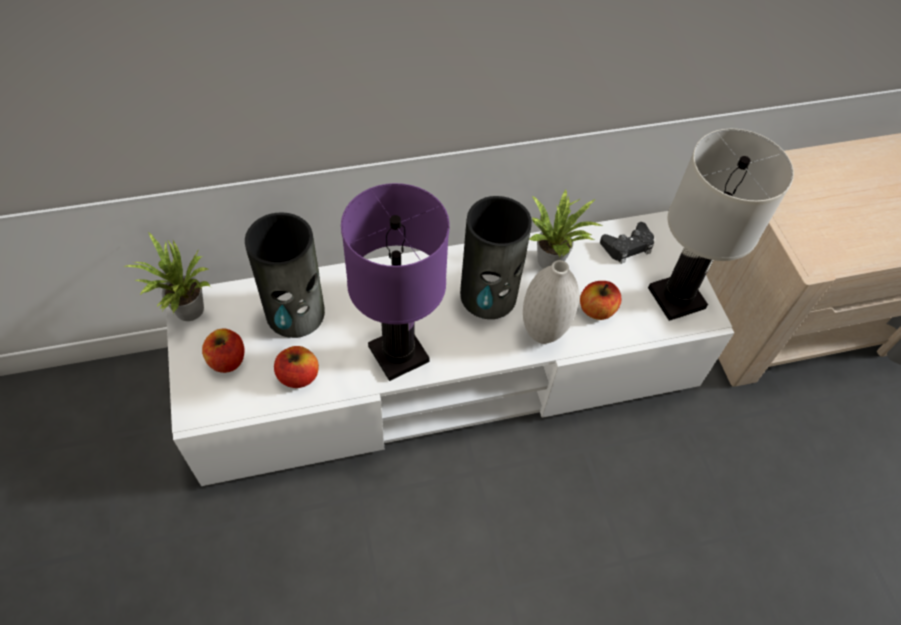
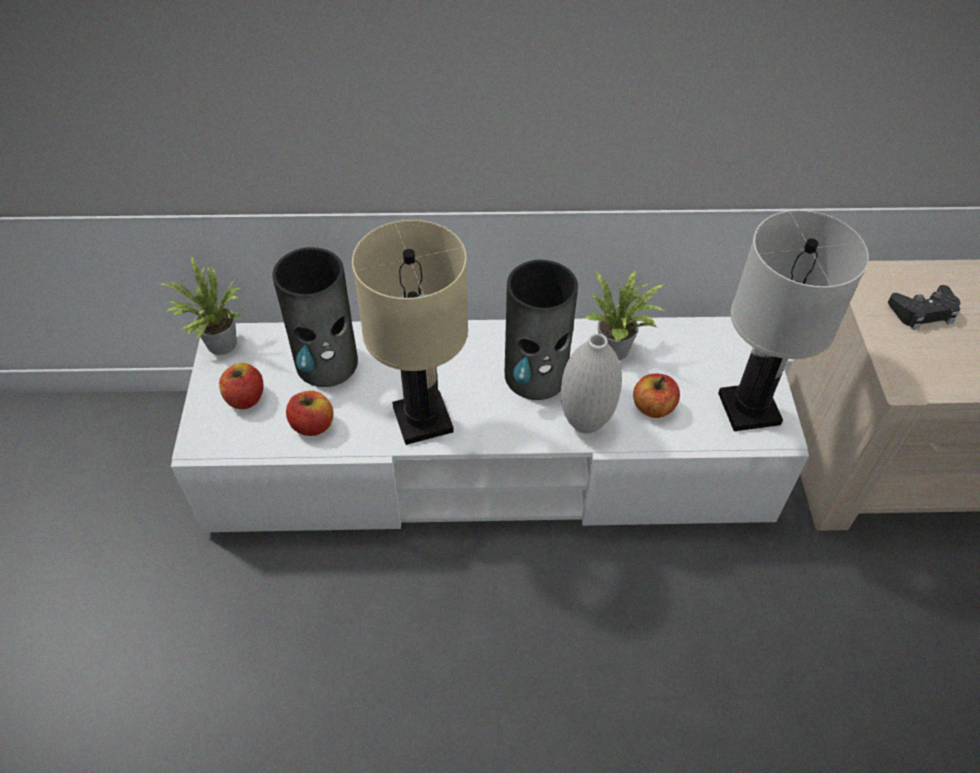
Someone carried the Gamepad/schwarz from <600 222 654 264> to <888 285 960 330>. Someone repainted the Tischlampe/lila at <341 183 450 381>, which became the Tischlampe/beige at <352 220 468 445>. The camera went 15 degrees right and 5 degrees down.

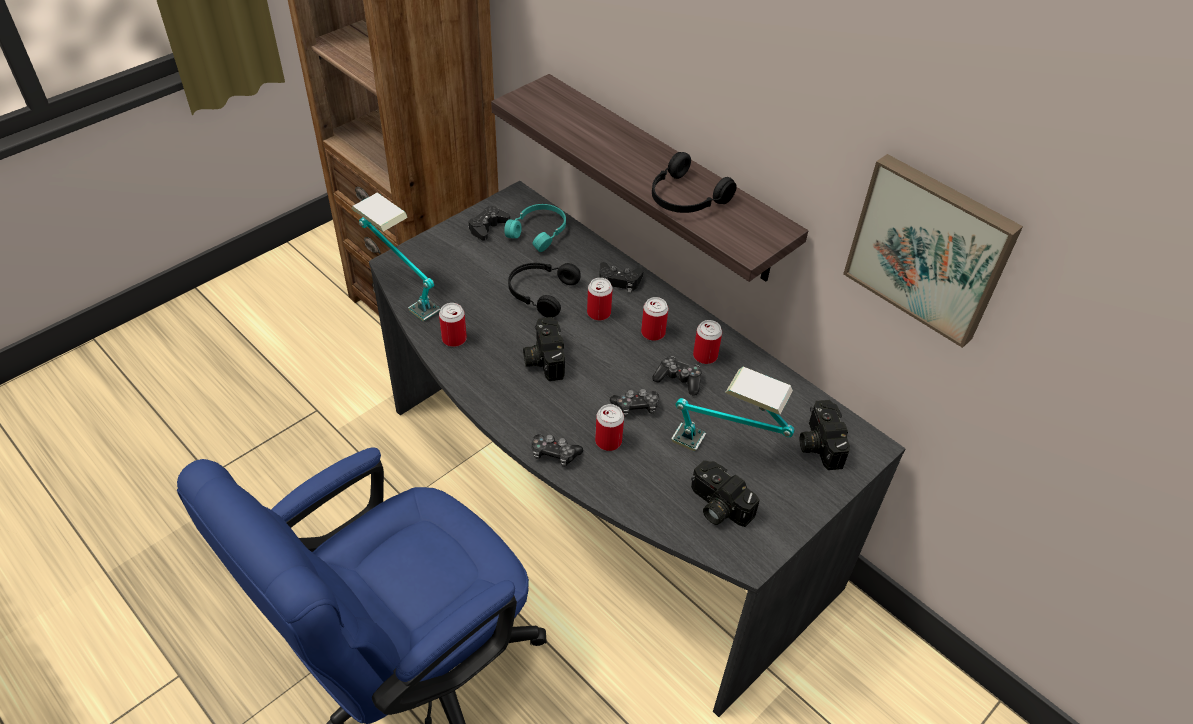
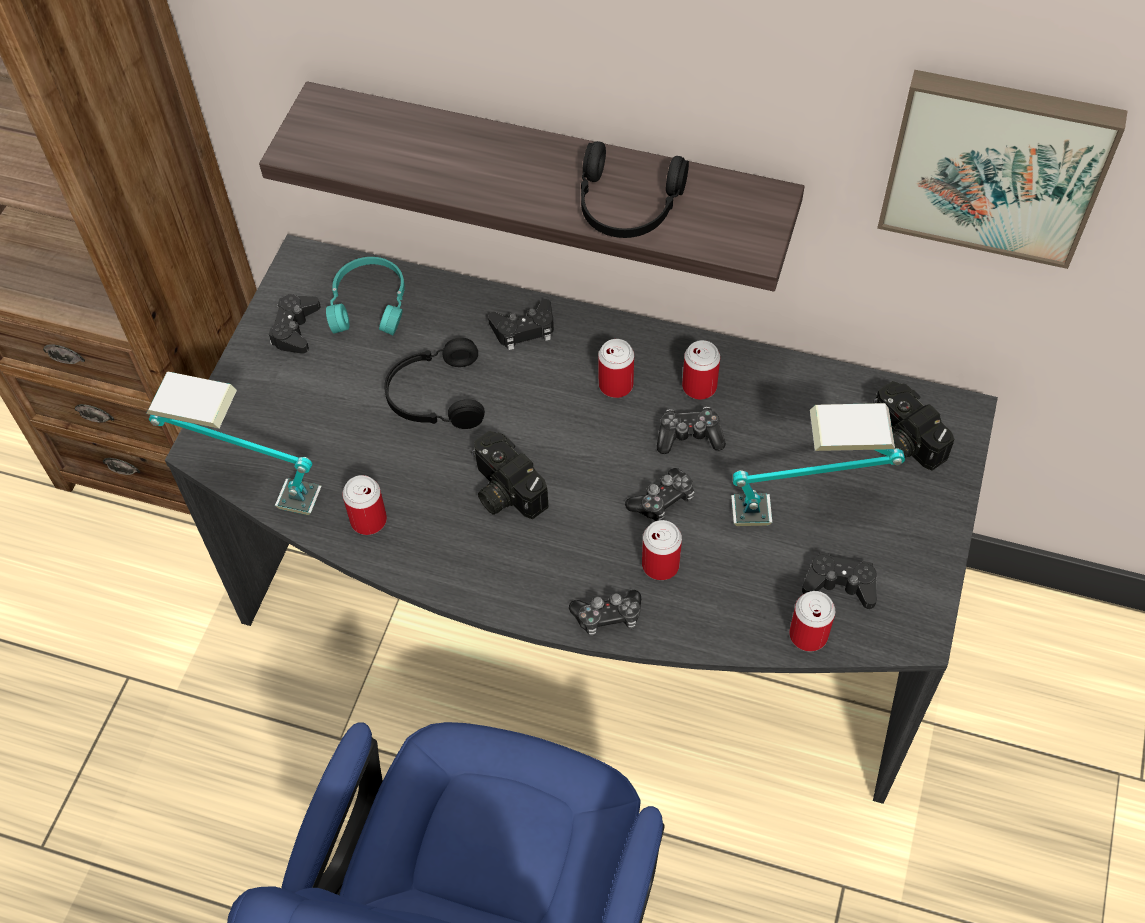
Someone carried the Dose from <587 278 613 321> to <789 591 835 651>. Someone swapped the Kamera at <691 460 759 527> for the Gamepad/schwarz at <802 552 877 609>. The camera went 25 degrees left and 10 degrees up.

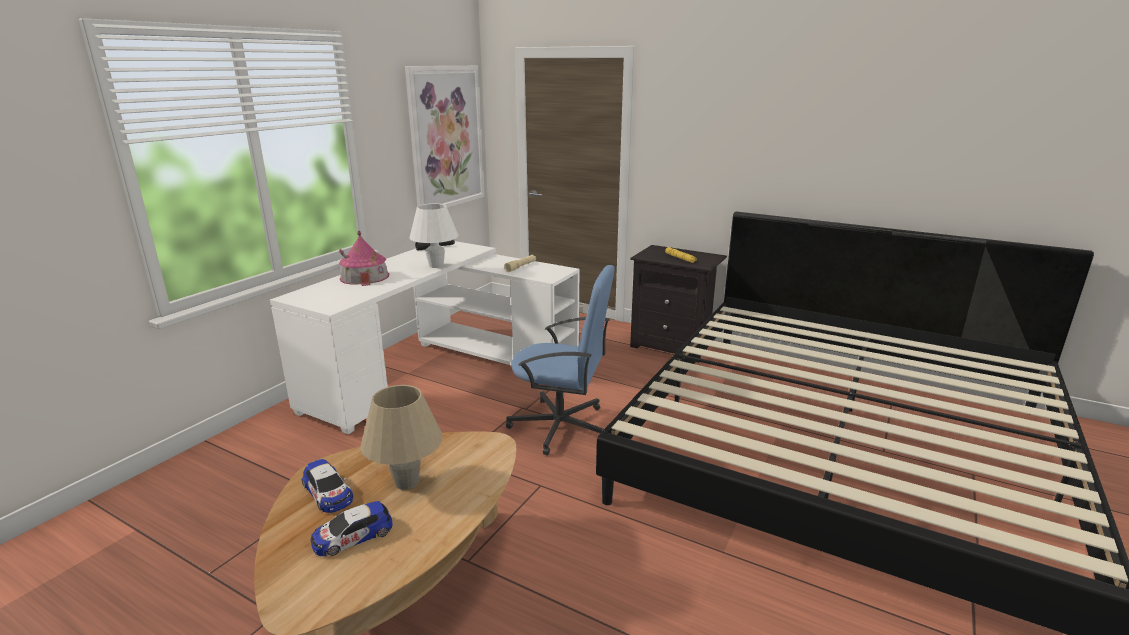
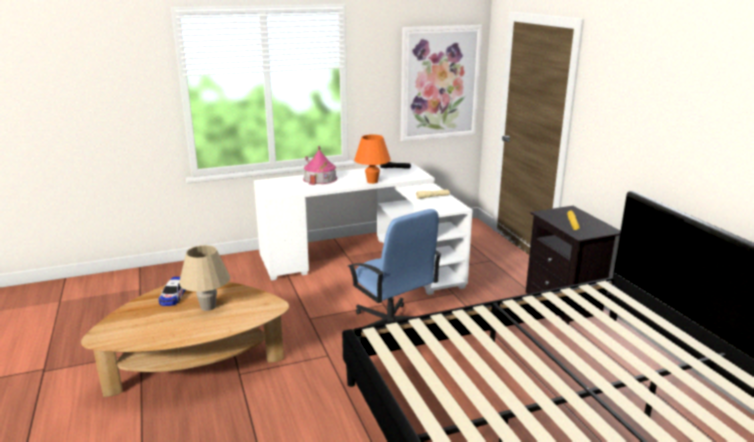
Someone took away the Spielzeugauto at <310 501 393 556>. Someone repainted the Tischlampe/weiß at <409 203 458 268>, which became the Tischlampe/orange at <354 134 391 184>. The camera went 40 degrees right and 0 degrees up.

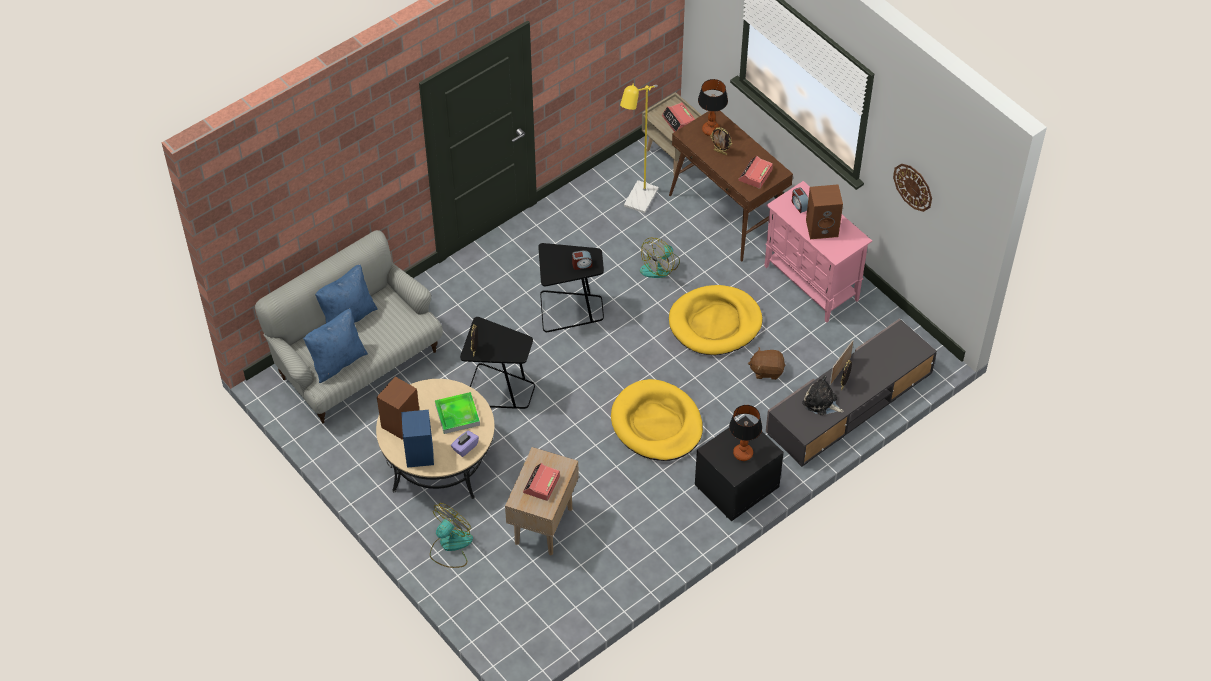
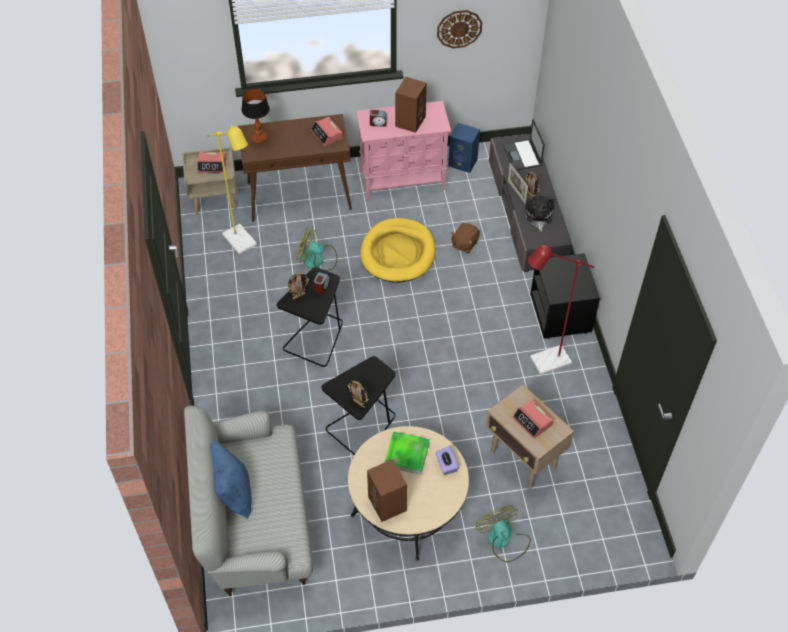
Someone took away the Kissen/blau at <303 309 368 383>. Someone took away the Hundebett/gelb at <611 379 703 461>. Someone took away the Tischlampe at <729 405 762 461>. Someone put down the Laptop at <503 118 545 171>. Someone put down the Stehlampe/rot at <528 245 601 375>. Someone carried the Lautsprecher/blau from <401 410 434 468> to <448 123 480 173>. Someone carried the Bilderrahmen from <710 127 732 155> to <287 272 309 299>. Someone rotated the Ventilator at <640 238 680 278> by 120 degrees clockwise. Someone rotated the Plüschtier at <802 375 844 415> by 120 degrees clockwise. The camera went 60 degrees left and 0 degrees up.

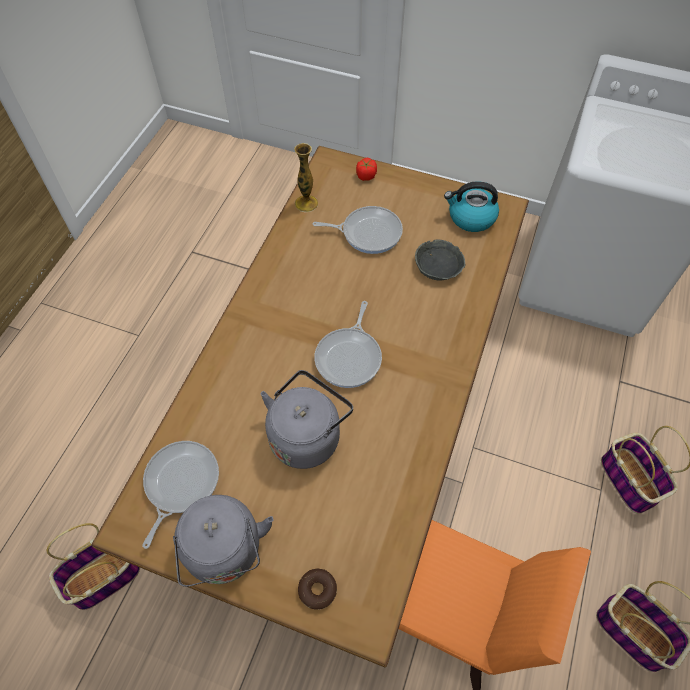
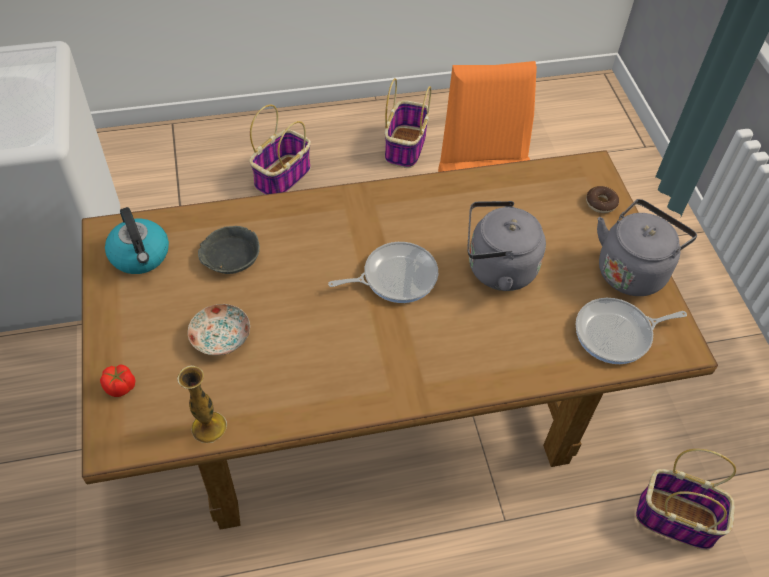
Someone swapped the Pfanne at <313 206 403 254> for the Teller at <188 304 250 355>. The camera went 125 degrees left and 5 degrees down.

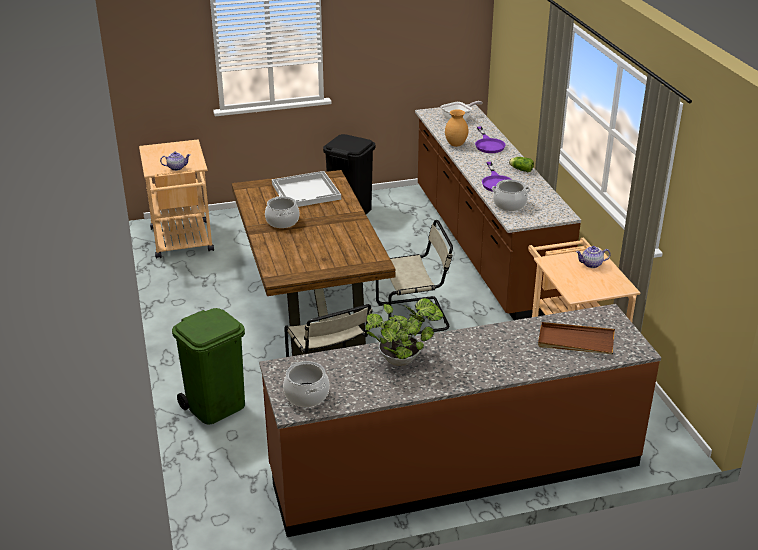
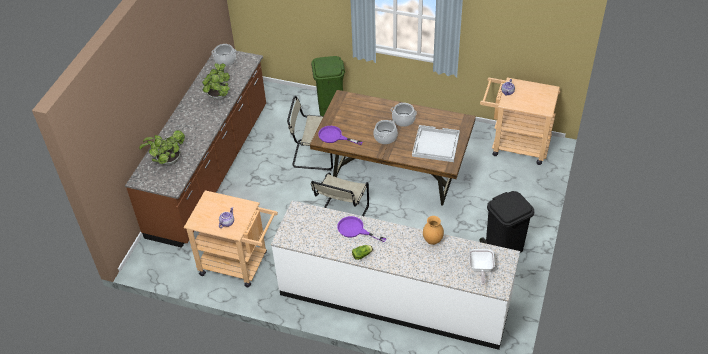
Someone carried the Pfanne/lila from <475 127 506 153> to <318 126 363 145>. Someone carried the Kochtopf from <492 179 530 211> to <373 120 398 144>. Someone swapped the Tablett/braun at <538 322 615 354> for the Topfpflanze at <139 130 185 165>. Someone repainted the Küchenzeile/braun at <415 104 581 320>, which became the Küchenzeile/weiß at <271 201 520 350>. The camera went 125 degrees right and 15 degrees up.

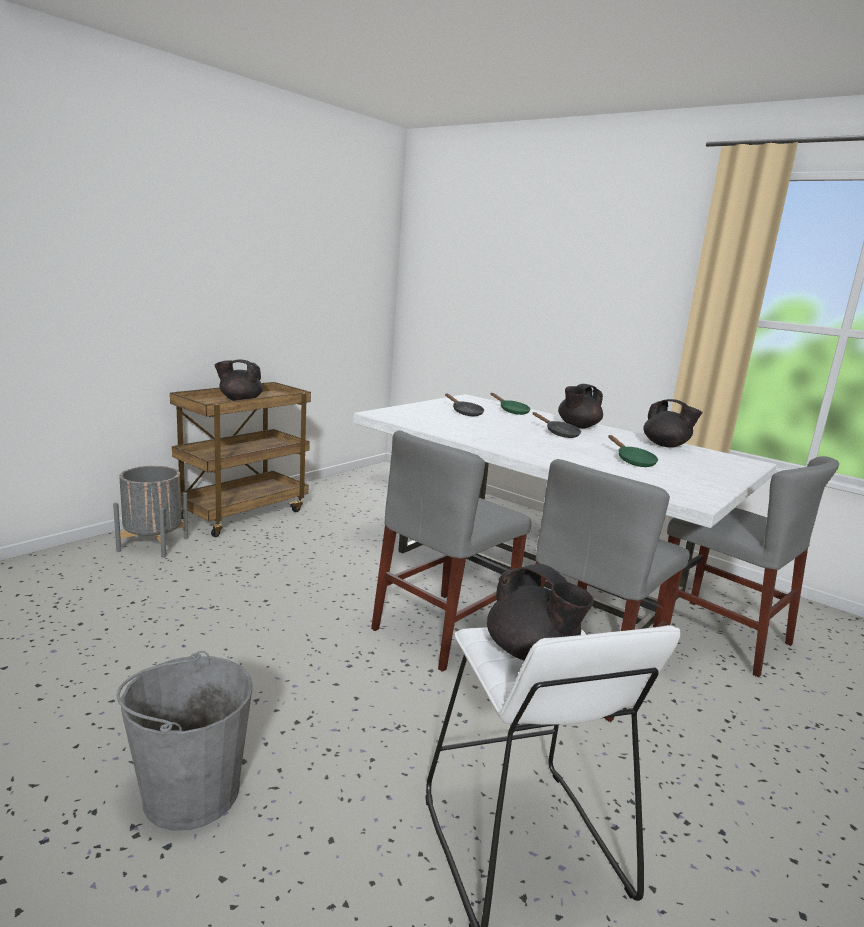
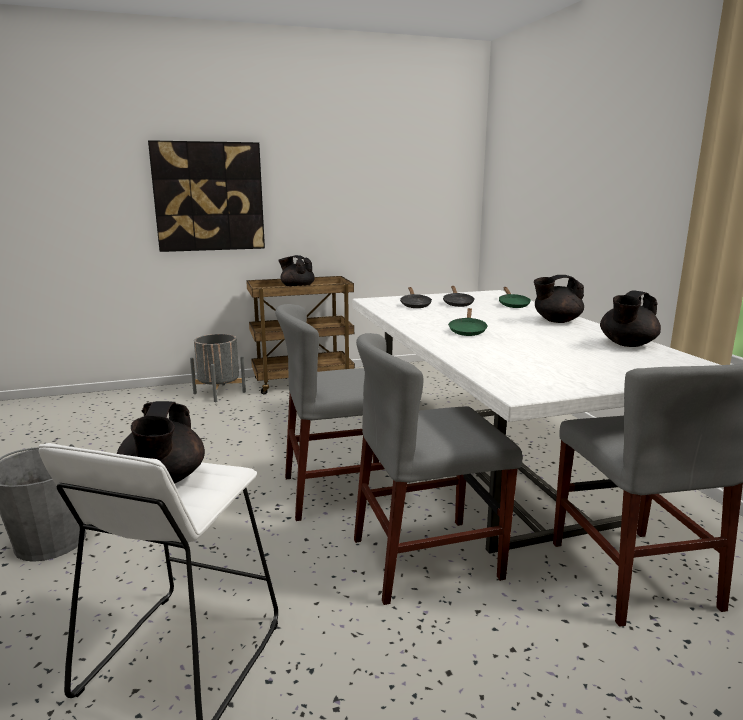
Someone put up the Bild at <148 140 265 252>. Someone carried the Pfanne/schwarz from <533 412 581 438> to <400 287 432 308>. Someone carried the Pfanne/grün from <608 435 658 467> to <448 308 488 336>. Someone rotated the Teekanne/schwarz at <643 399 703 448> by 60 degrees clockwise. The camera went 35 degrees right and 0 degrees up.

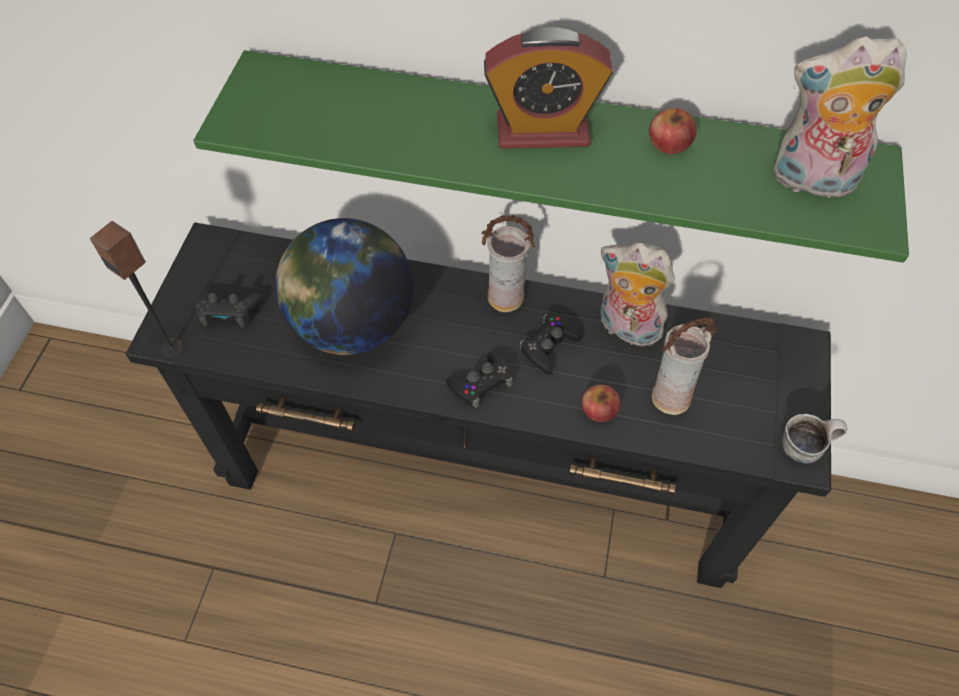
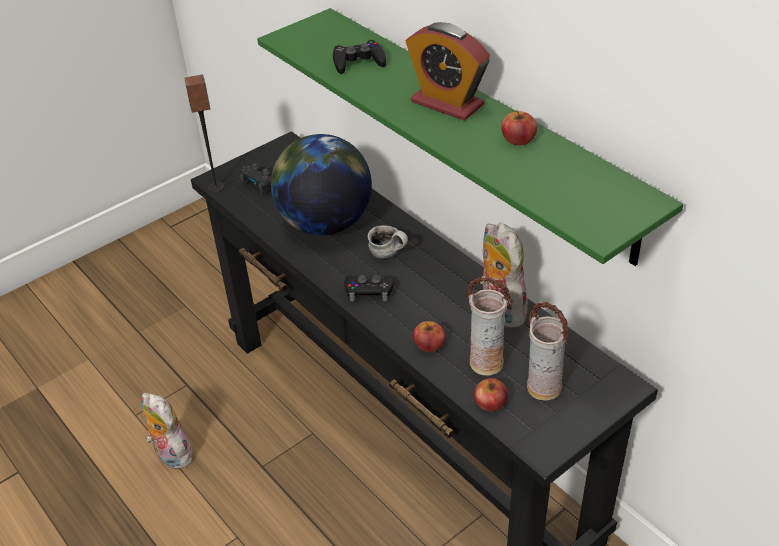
Someone put down the Apfel at <474 378 508 411>. Someone carried the Vase from <482 215 535 312> to <527 302 568 401>. Someone carried the Gamepad/schwarz from <520 314 582 375> to <333 40 386 74>. Someone carried the Plüschtier from <774 36 907 198> to <142 393 194 469>. Someone carried the Henkelbecher from <782 414 847 464> to <368 225 408 259>. The camera went 40 degrees right and 15 degrees down.

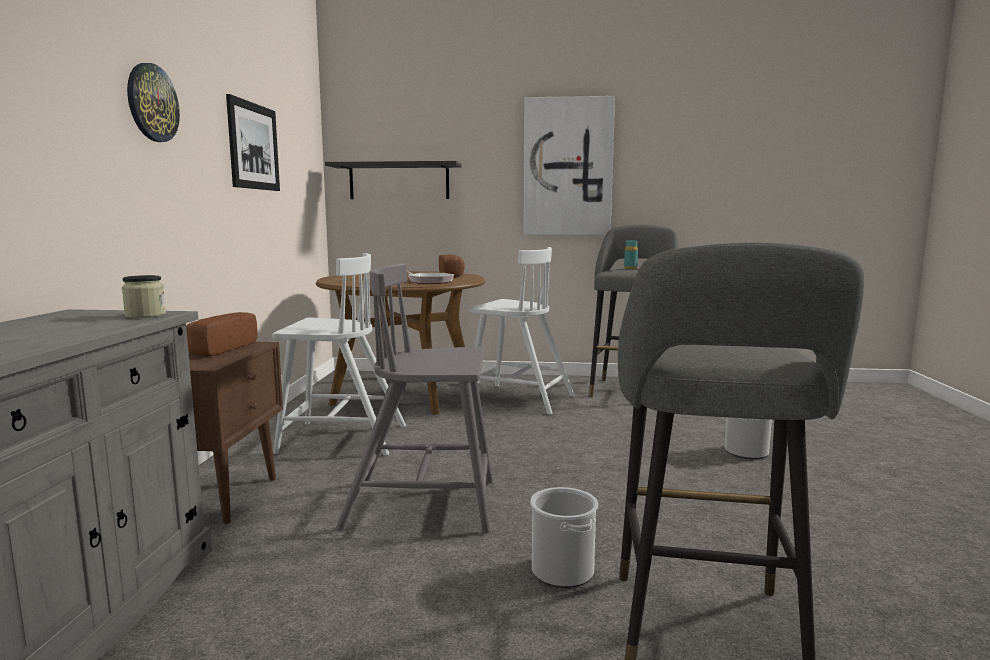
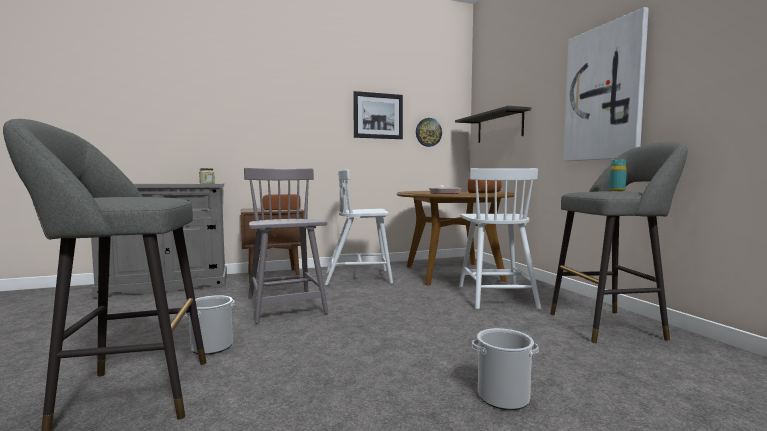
Someone carried the Wanduhr from <127 63 180 142> to <416 118 442 147>. Someone rotated the Stuhl/weiß at <272 253 406 456> by 105 degrees clockwise. The camera went 65 degrees right and 5 degrees down.

